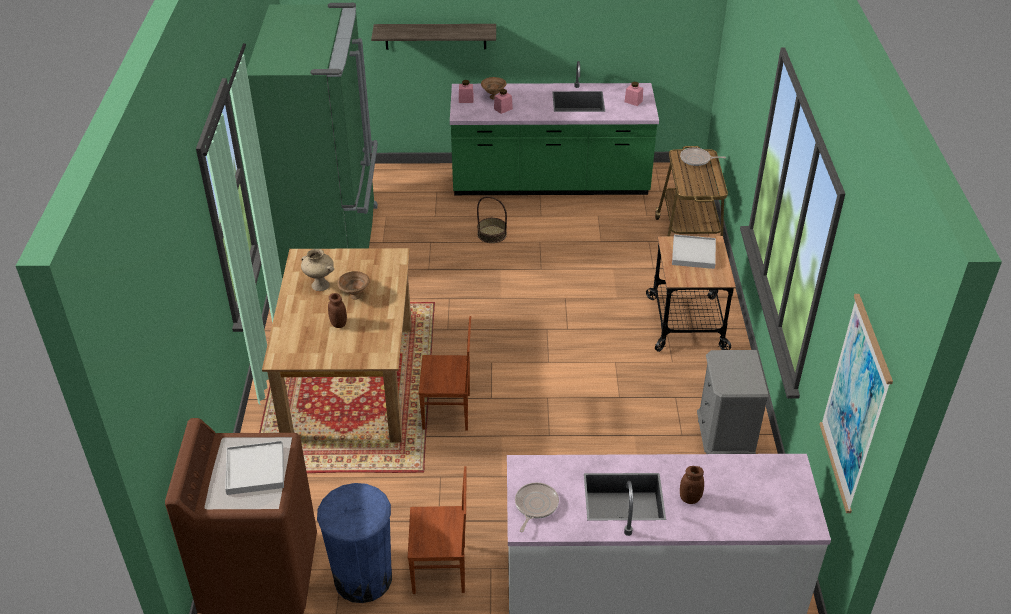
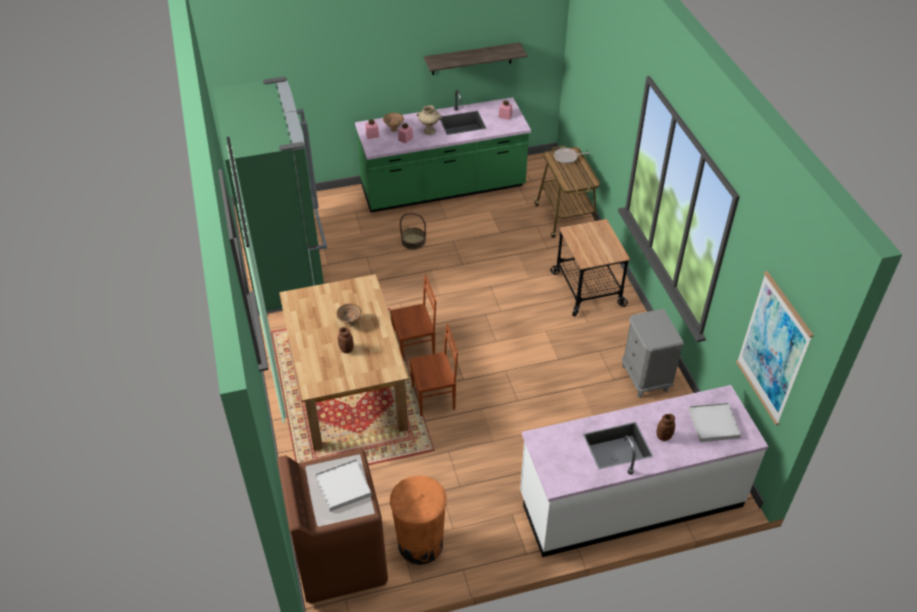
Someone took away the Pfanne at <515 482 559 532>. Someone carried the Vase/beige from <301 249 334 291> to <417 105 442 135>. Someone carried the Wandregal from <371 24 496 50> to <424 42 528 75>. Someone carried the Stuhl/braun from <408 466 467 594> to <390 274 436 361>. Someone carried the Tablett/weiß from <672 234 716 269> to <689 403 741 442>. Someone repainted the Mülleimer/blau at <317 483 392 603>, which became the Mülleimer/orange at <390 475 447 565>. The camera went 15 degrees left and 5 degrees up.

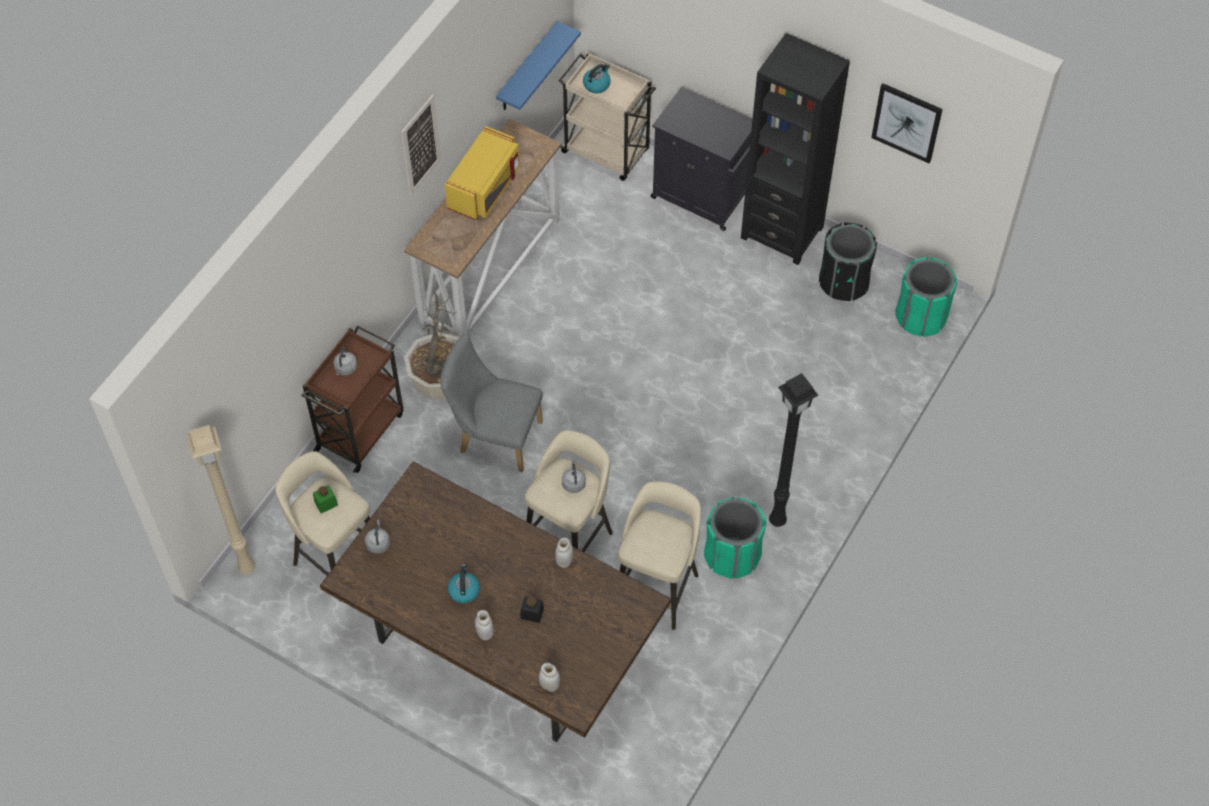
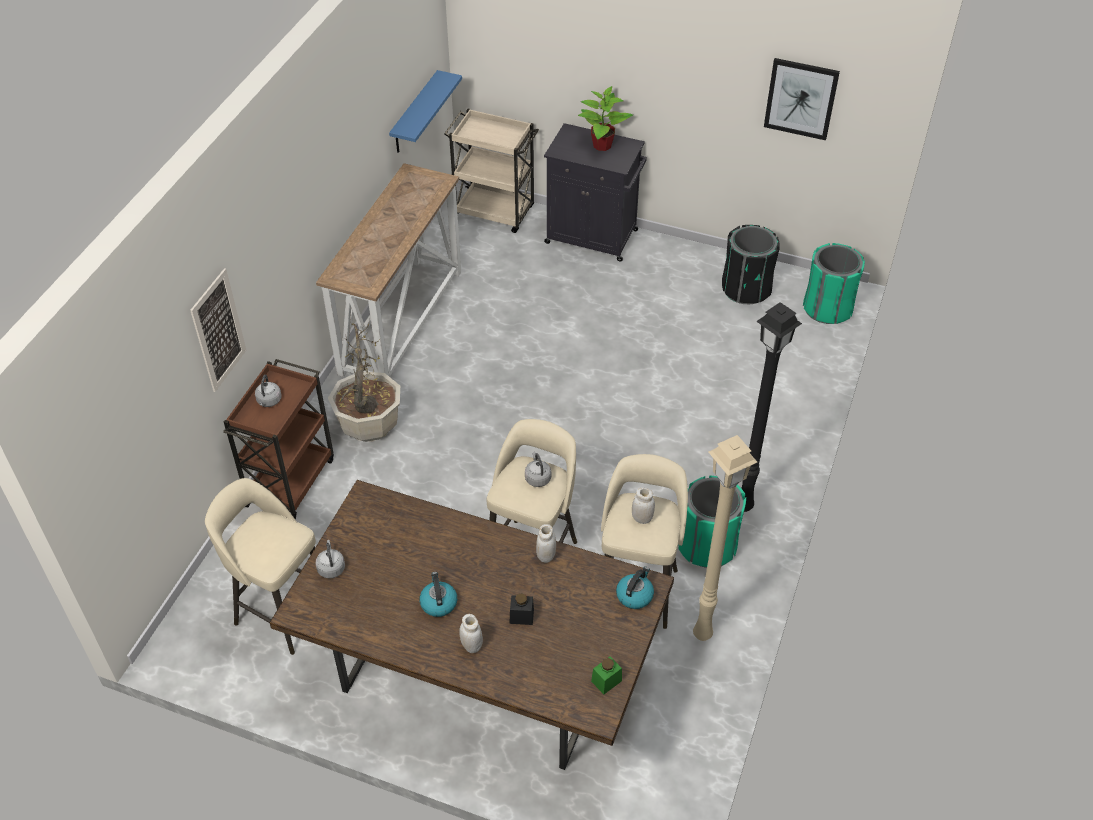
Someone took away the Stuhl/grau at <440 333 543 472>. Someone took away the Mikrowelle/gelb at <445 126 520 220>. Someone took away the Bücherregal/schwarz at <741 33 850 265>. Someone put down the Topfpflanze at <578 86 633 151>. Someone carried the Stehlampe/beige from <186 425 255 574> to <693 435 757 641>. Someone carried the Vorratsglas/grün from <313 485 338 513> to <591 657 622 694>. Someone carried the Bild from <401 94 441 196> to <190 268 246 392>. Someone carried the Vorratsglas/weiß from <539 663 560 692> to <632 487 655 524>. Someone carried the Wasserkessel from <583 64 611 93> to <616 566 654 609>. The camera went 10 degrees left and 10 degrees down.

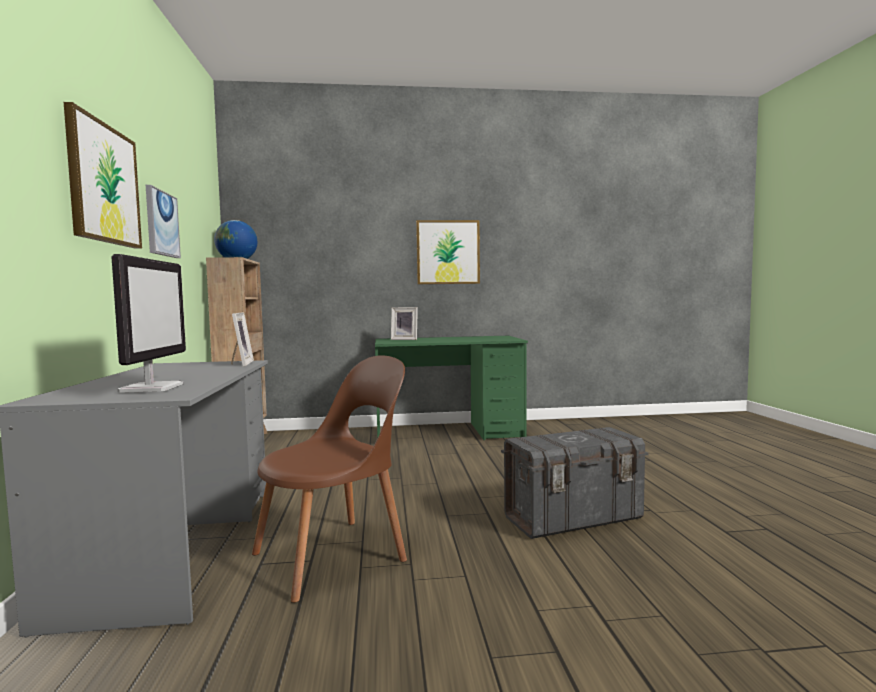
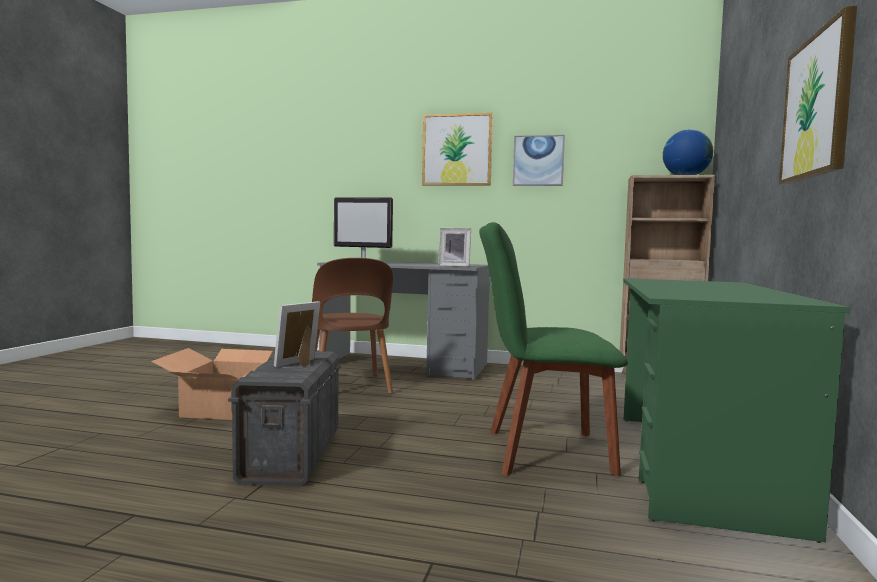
Someone put down the Karton at <151 348 273 420>. Someone put down the Stuhl/grün at <479 222 628 476>. Someone carried the Bilderrahmen from <391 307 418 340> to <274 301 320 367>. The camera went 110 degrees right and 0 degrees up.

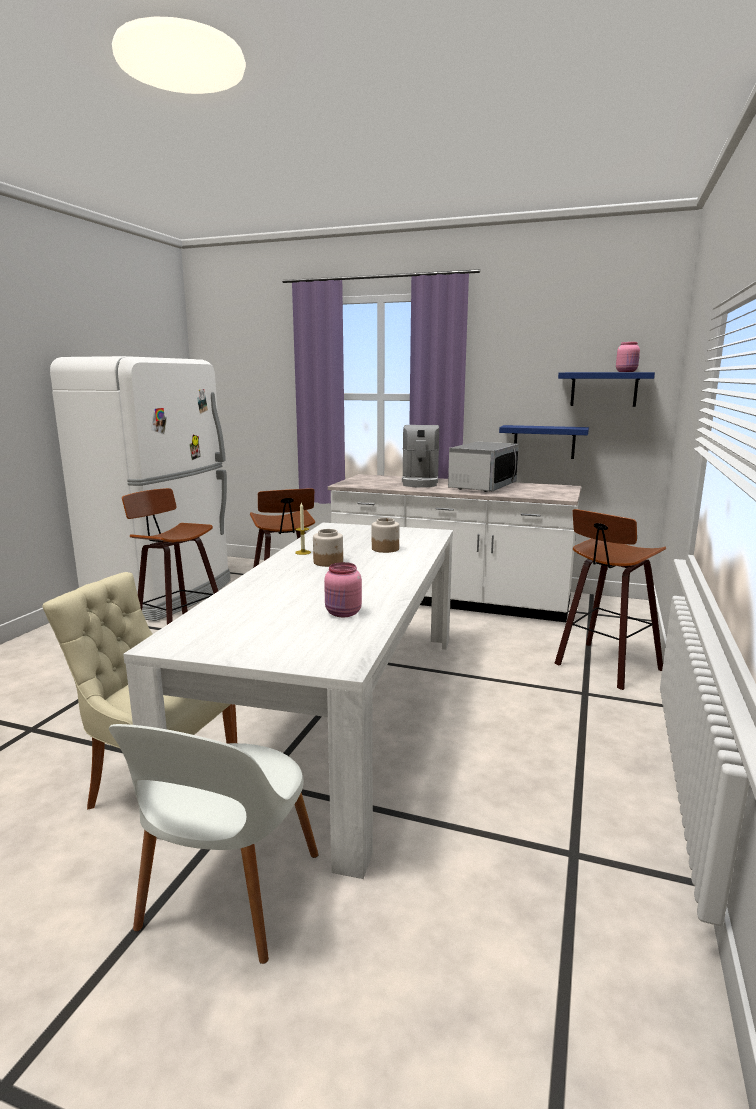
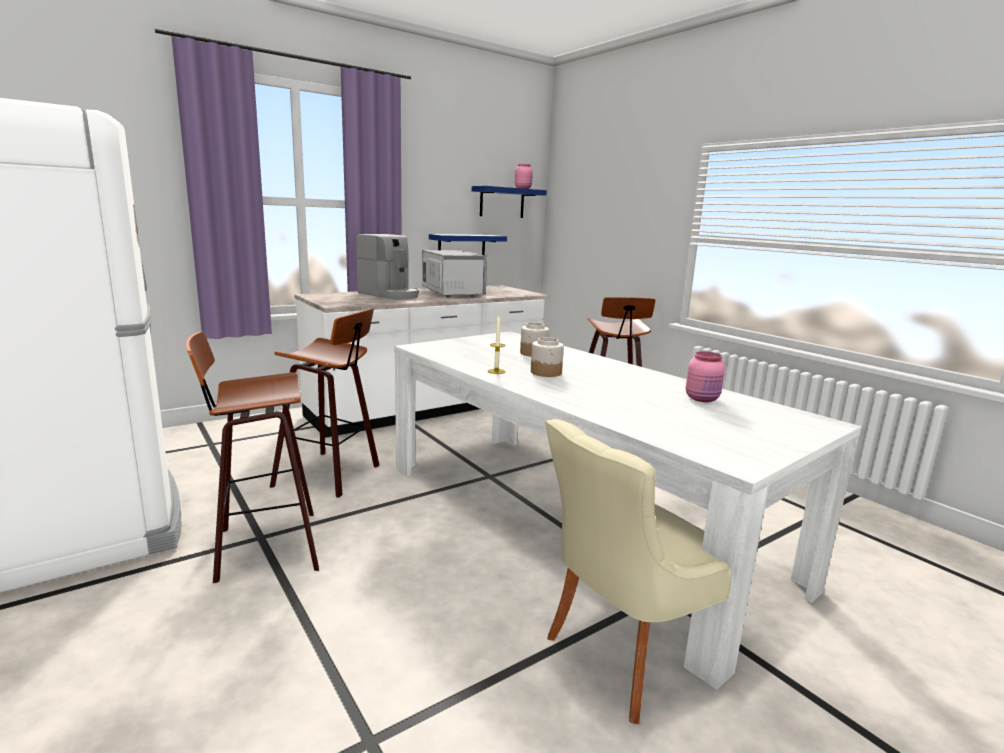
Someone took away the Stuhl/weiß at <109 724 319 964>. The camera went 55 degrees left and 0 degrees up.

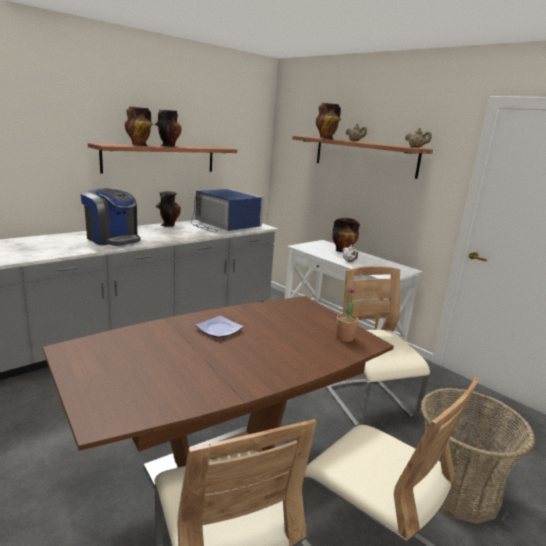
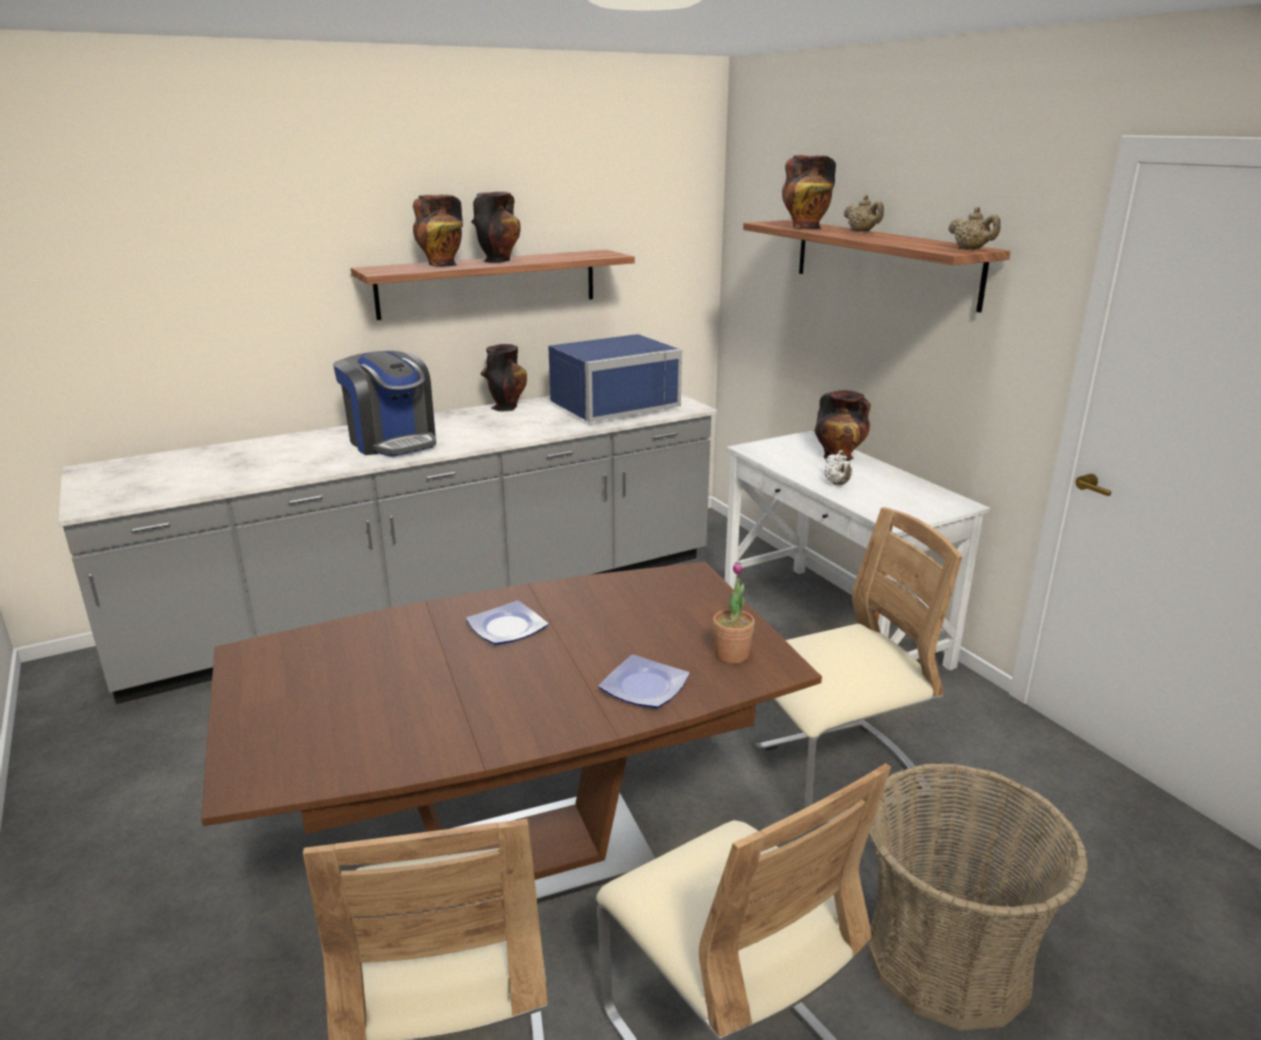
Someone put down the Teller at <598 654 690 708>. Someone rotated the Mikrowelle/blau at <191 189 264 232> by 90 degrees clockwise. Someone rotated the Stuhl/beige at <326 266 430 426> by 75 degrees clockwise. The camera went 15 degrees right and 5 degrees up.

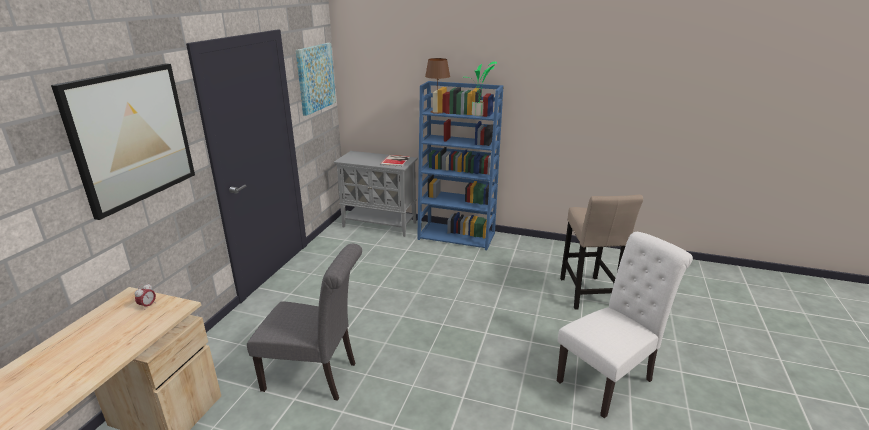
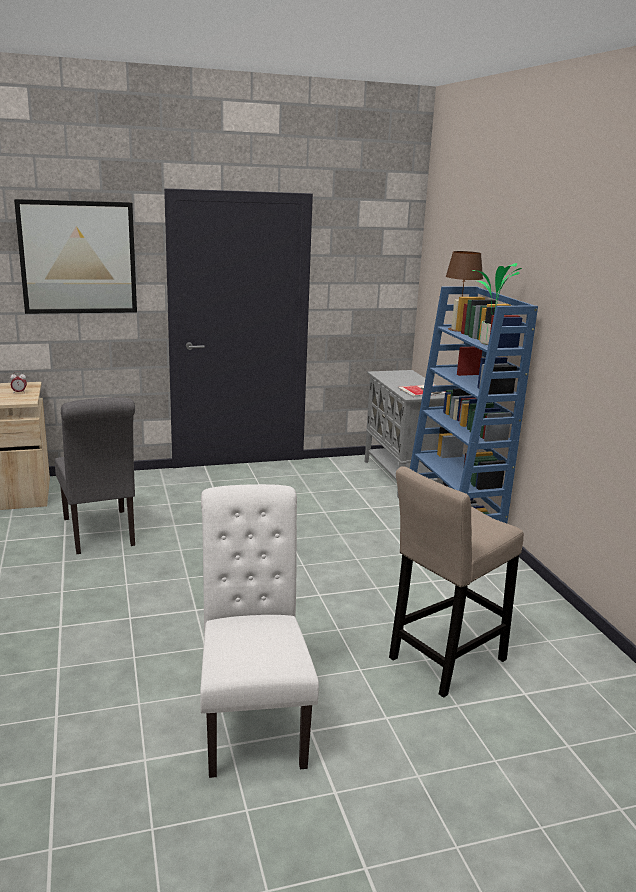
Someone took away the Bild at <296 43 336 116>. Someone rotated the Stuhl/weiß at <557 232 693 418> by 120 degrees counterclockwise. The camera went 55 degrees right and 5 degrees down.

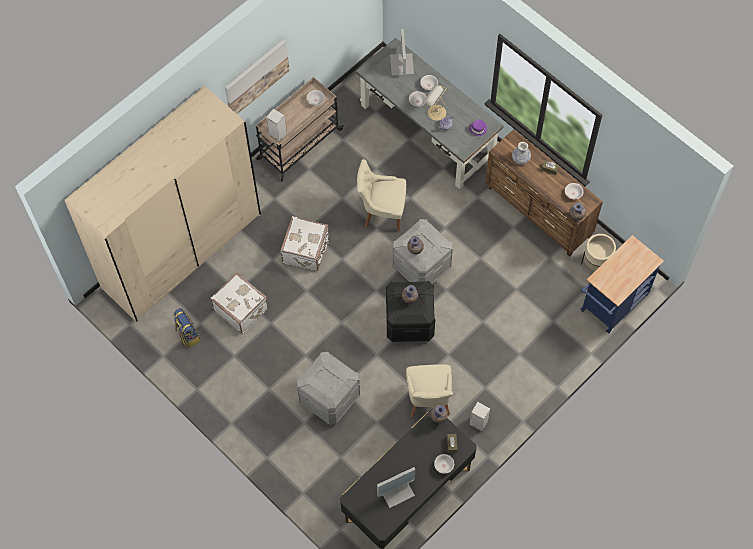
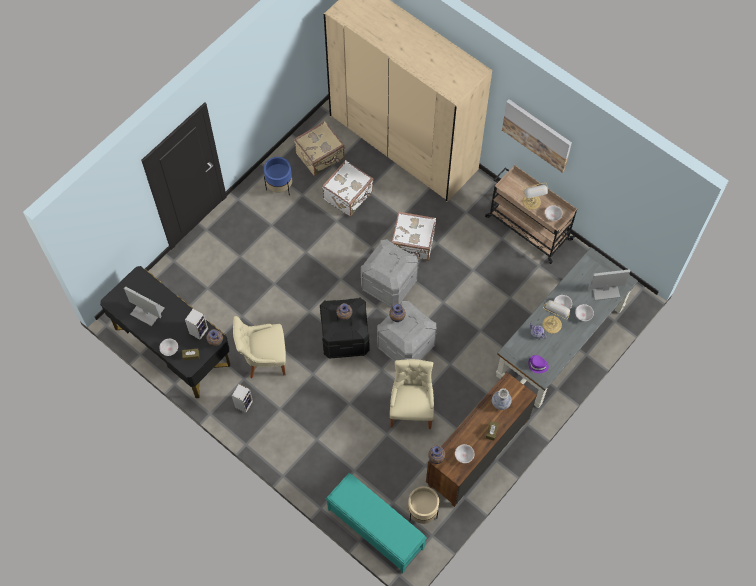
Someone put down the Pflanzkübel/blau at <264 157 292 195>. Someone put down the Tischlampe at <522 183 548 210>. Someone carried the Lautsprecher from <266 108 287 142> to <185 309 208 340>. Someone carried the Aufbewahrungsbox/grau from <297 352 360 425> to <361 239 418 308>. Someone carried the Stuhl/beige from <357 159 406 231> to <390 359 434 429>. Someone swapped the Rucksack at <173 308 200 348> for the Koffer/beige at <294 121 345 176>. Someone swapped the Rollwagen/blau at <580 235 664 333> for the Bank/türkis at <326 473 427 573>. Someone rotated the Monitor at <377 467 415 508> by 150 degrees clockwise. The camera went 85 degrees right and 0 degrees up.

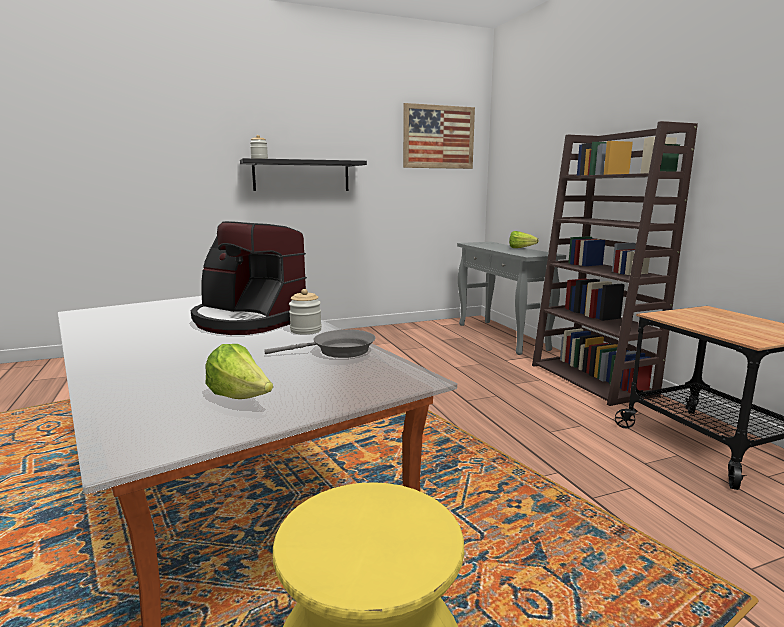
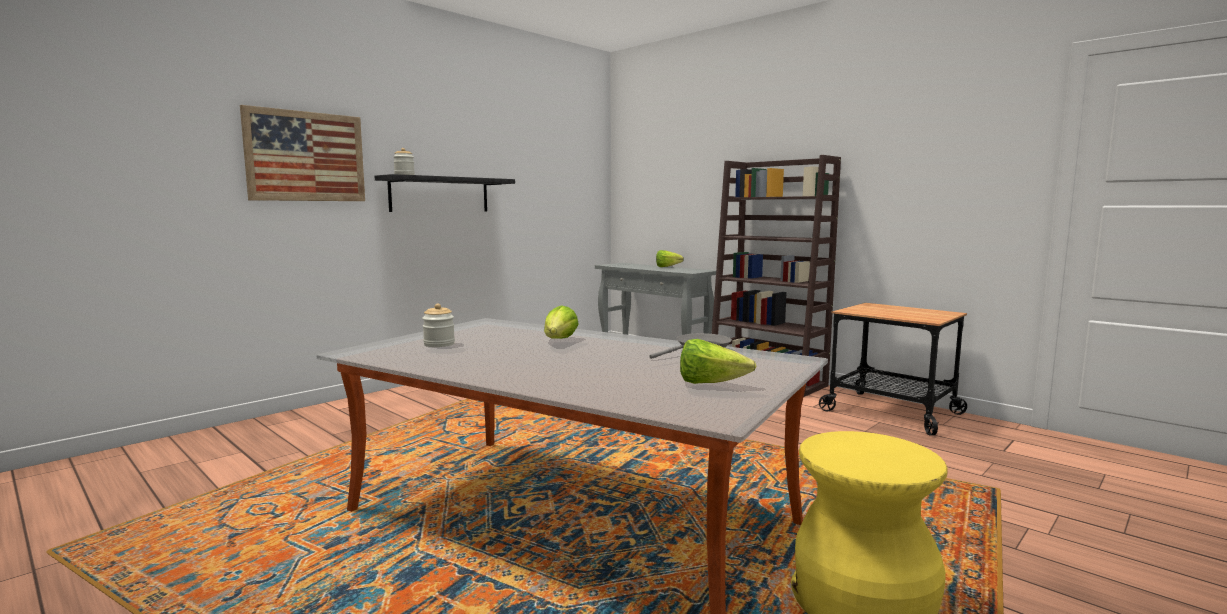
Someone carried the Vorratsglas from <289 289 322 334> to <422 304 455 347>. Someone carried the Bild from <403 103 475 169> to <240 105 365 201>. Someone swapped the Kaffeemaschine at <191 221 307 335> for the Salatkopf at <544 305 579 339>. The camera went 25 degrees left and 5 degrees down.

